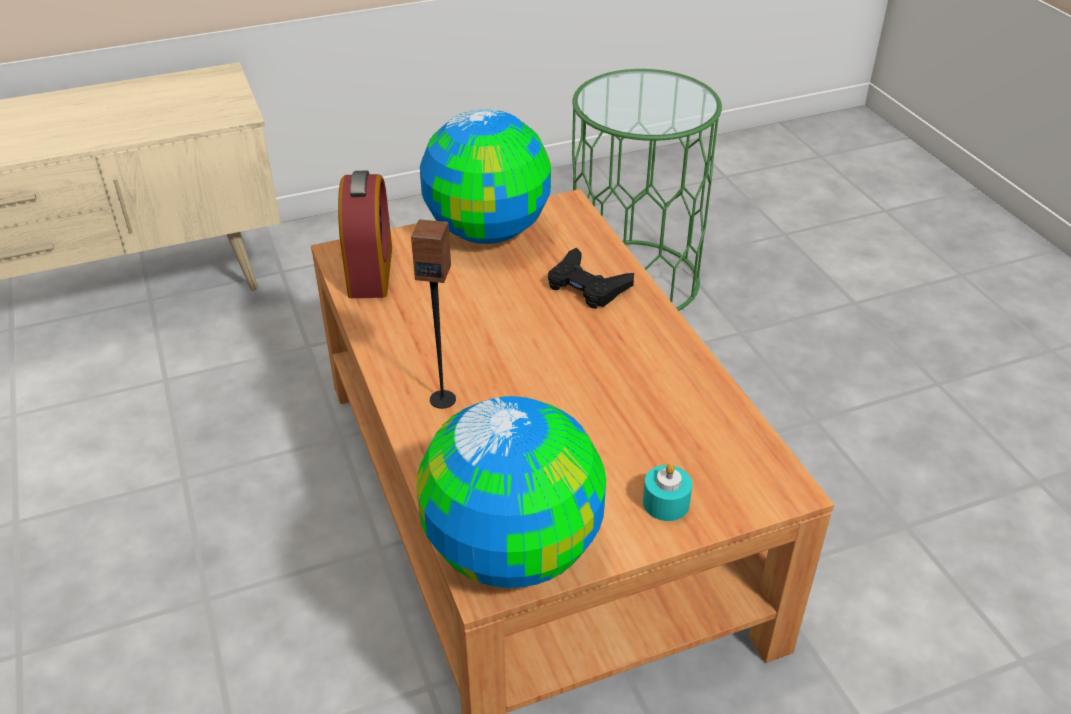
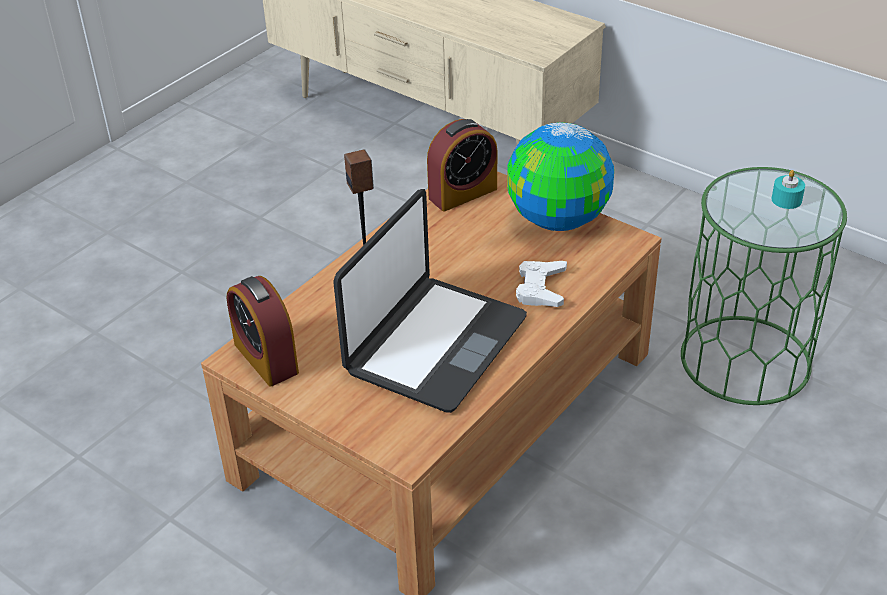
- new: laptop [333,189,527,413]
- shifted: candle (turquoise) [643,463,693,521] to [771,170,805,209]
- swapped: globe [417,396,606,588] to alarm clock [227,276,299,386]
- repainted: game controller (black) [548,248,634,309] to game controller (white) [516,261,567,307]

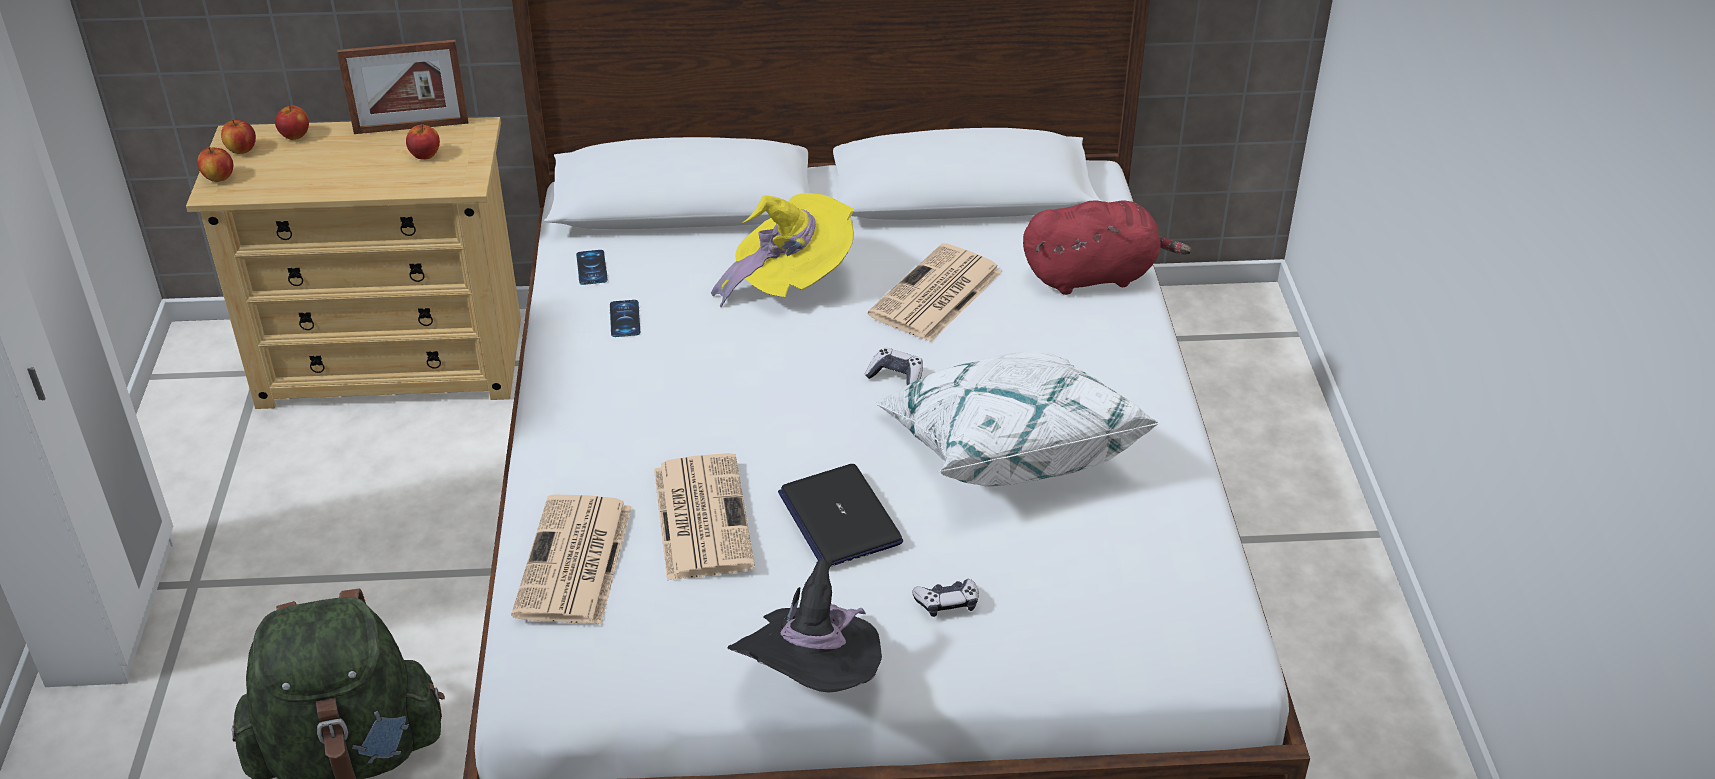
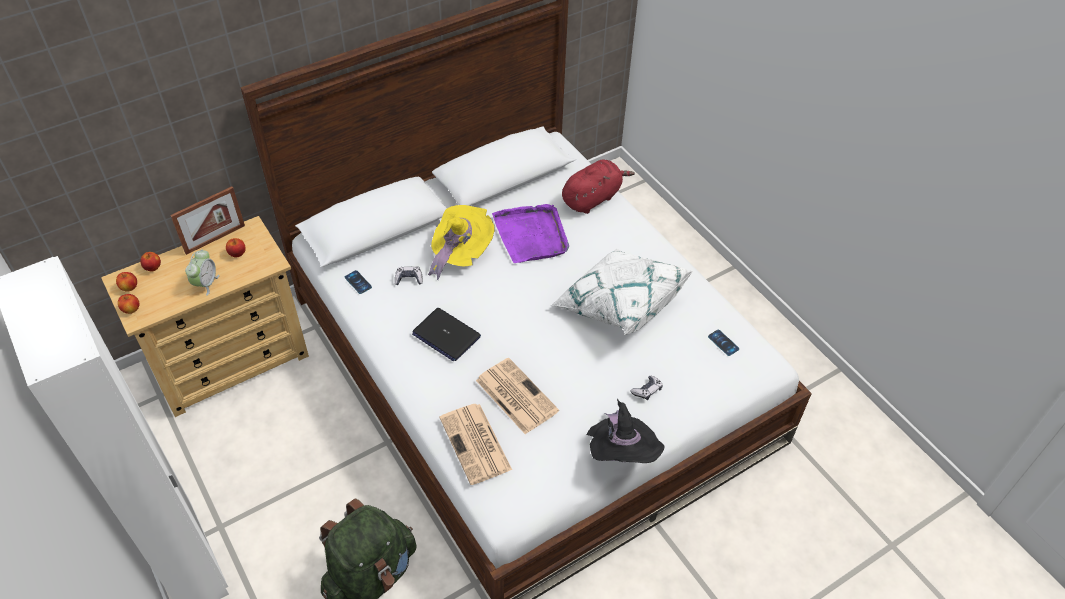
- new: alarm clock [185,250,220,296]
- shifted: phone [610,300,640,337] to [708,330,739,356]
- shifted: laptop [778,464,903,567] to [412,308,481,362]
- shifted: game controller [864,348,923,385] to [395,266,423,285]
- swapped: newspaper [868,243,1002,342] to tray (purple) [492,204,569,263]

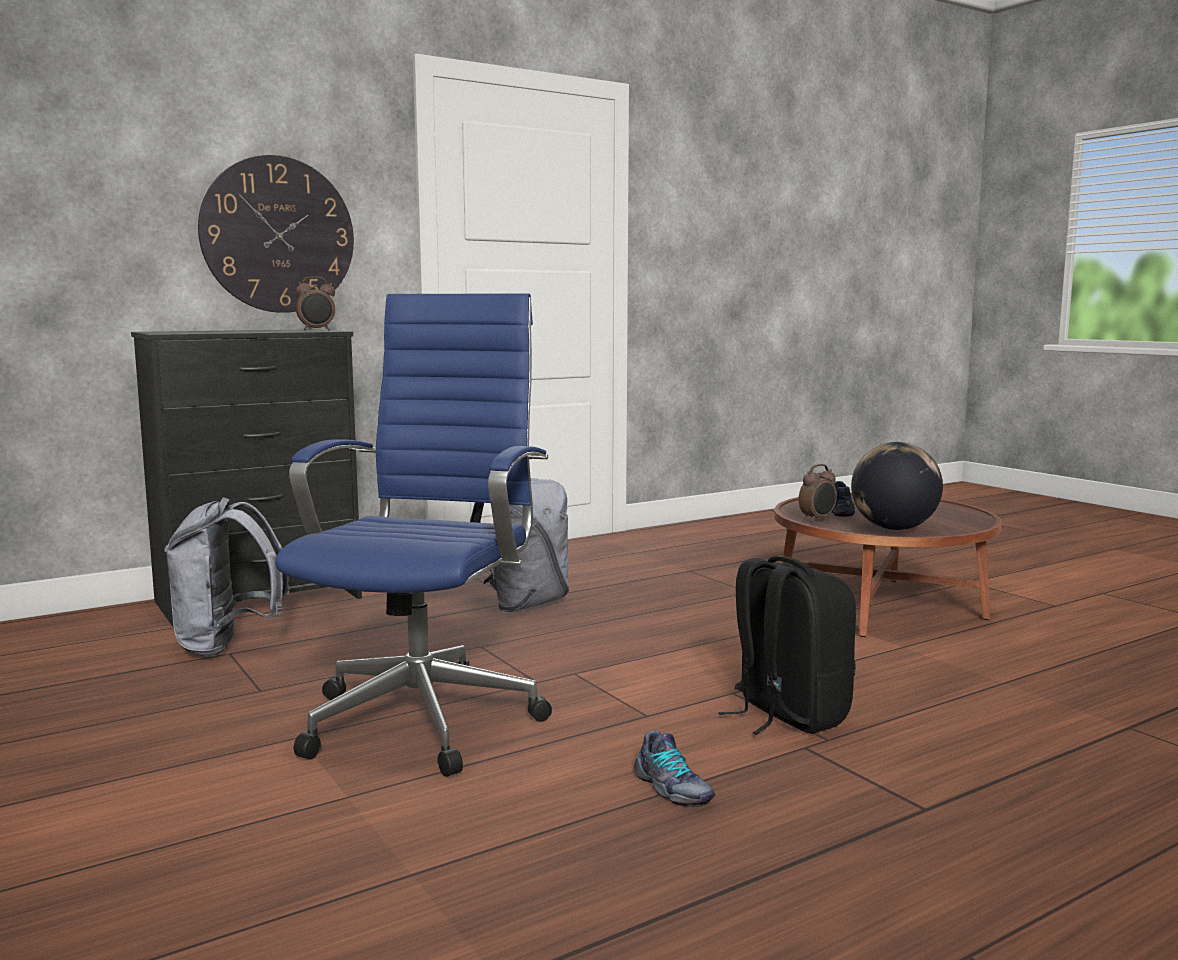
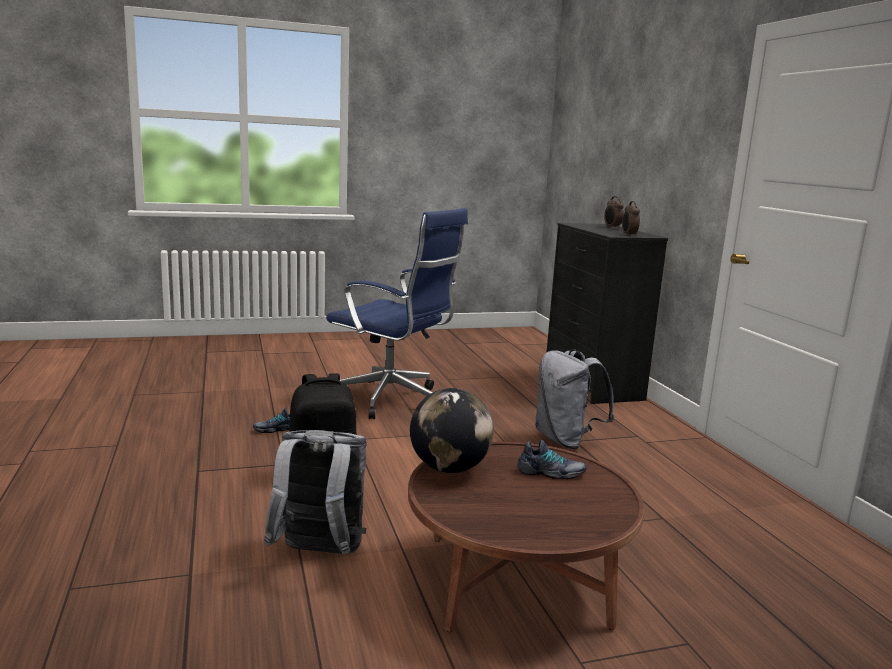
- gone: wall clock [198,155,354,313]
- shifted: backpack (grey) [164,497,290,657] to [264,430,367,554]
- shifted: alarm clock [798,464,837,522] to [604,196,624,229]

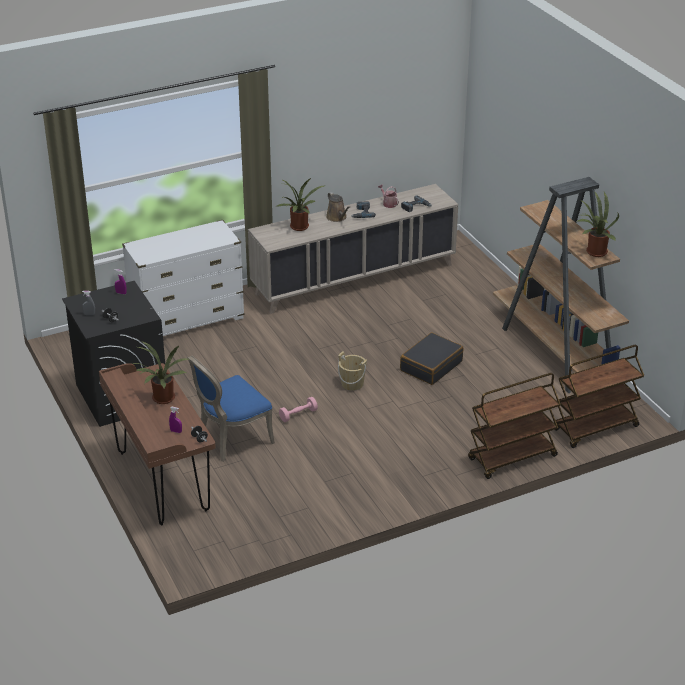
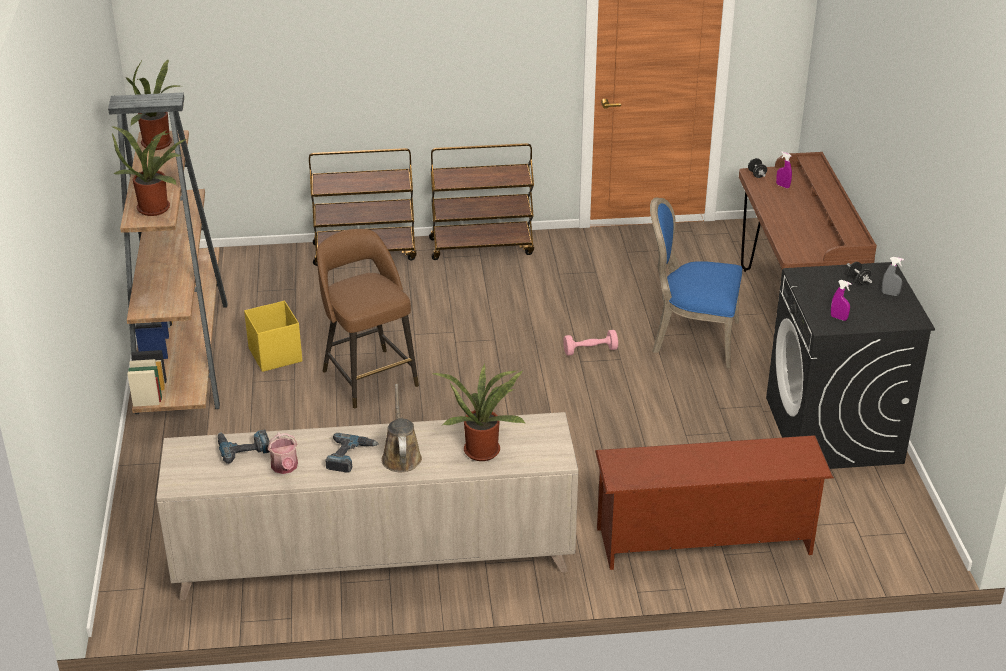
- gone: bucket (beige) [338,352,367,391]
- new: storage box (yellow) [244,301,302,372]
- shifted: potted plant [133,342,189,404] to [111,126,187,216]
- shifted: cart (brown) [554,345,644,448] to [429,143,534,260]
- swapped: dresser (white) [122,220,245,336] to shoe rack (brown) [595,435,834,570]
- swapped: suitcase (black) [400,333,463,385] to stool (brown) [317,229,419,409]
- rotated: chair (blue) [187,356,275,462] = [650,198,742,369] 150 degrees counterclockwise

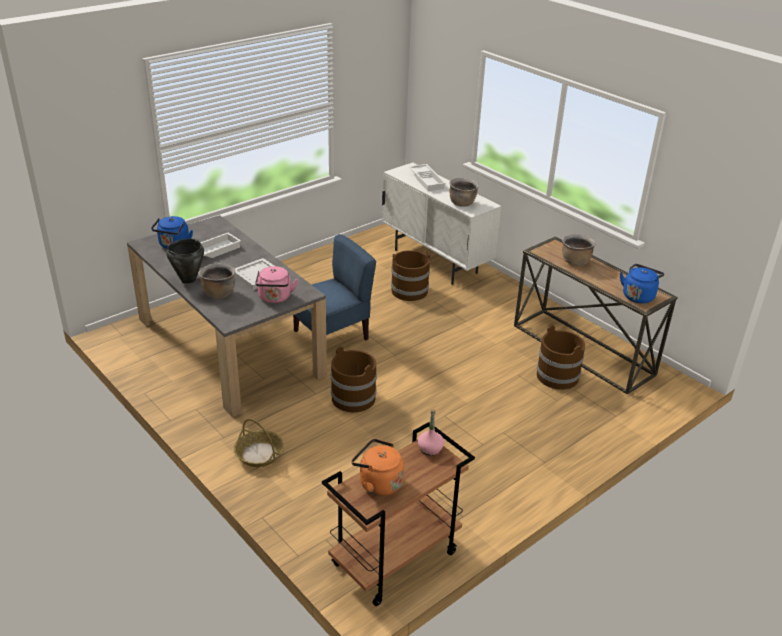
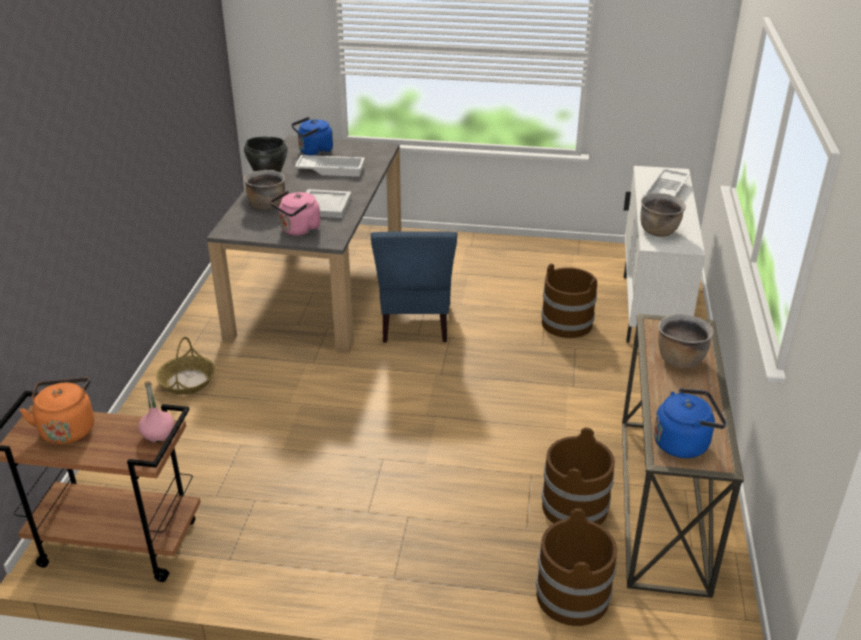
- shifted: bucket (brown) [331,346,377,412] to [536,508,617,626]
- rotated: chair (blue) [293,234,376,340] = [371,231,457,343] 75 degrees clockwise

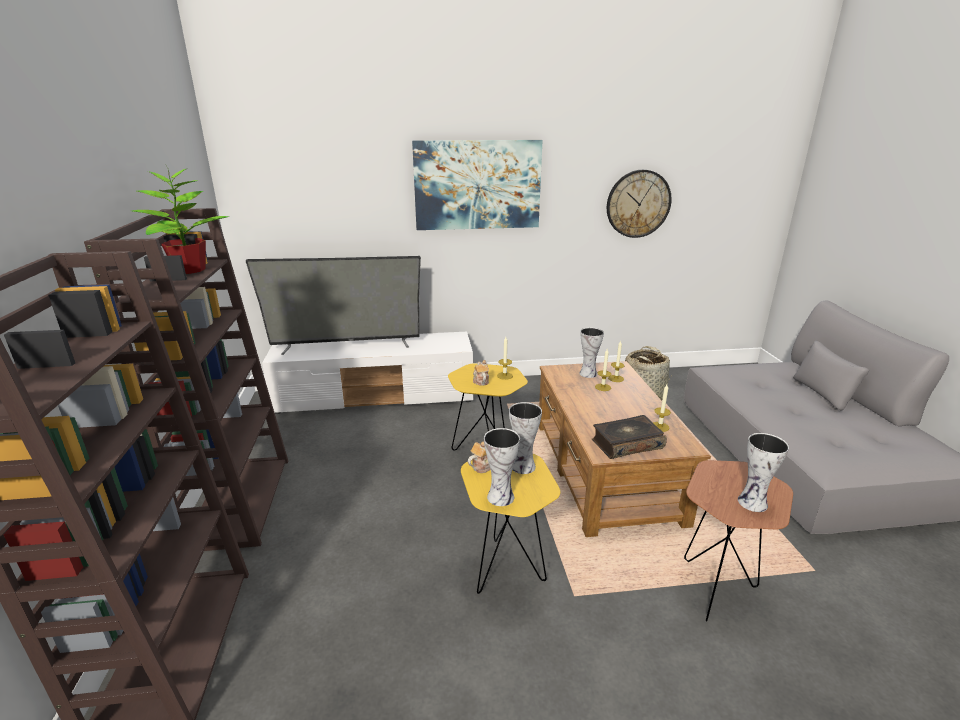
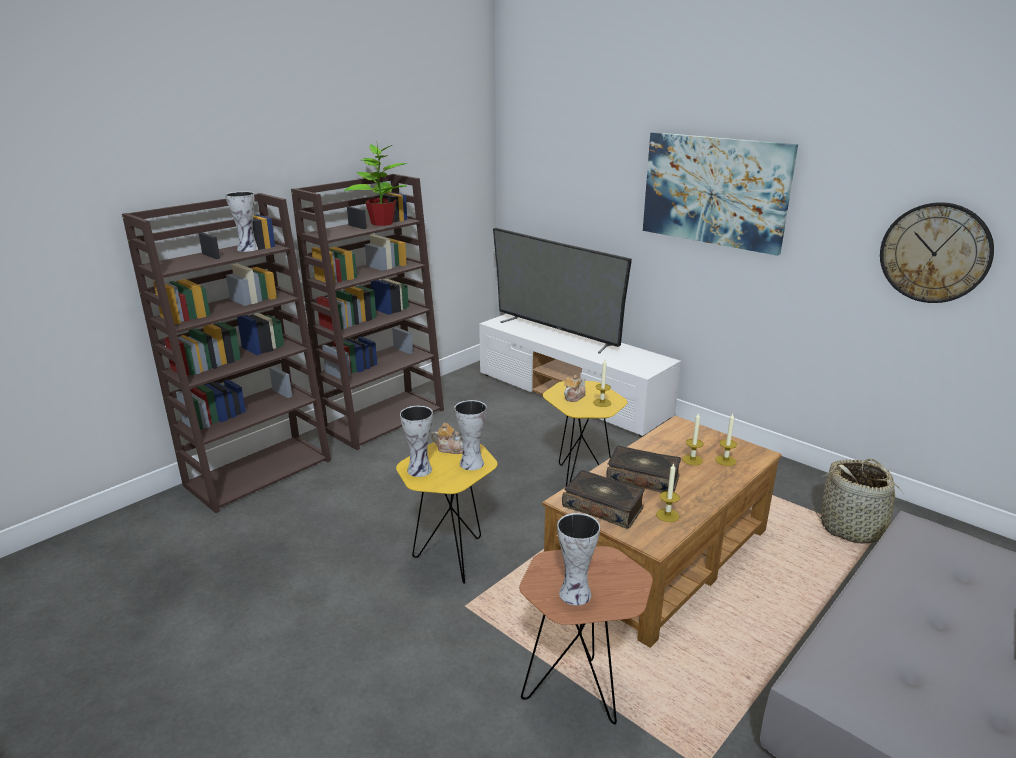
- new: book [606,445,681,493]
- shifted: vase [579,328,604,378] to [225,191,258,252]

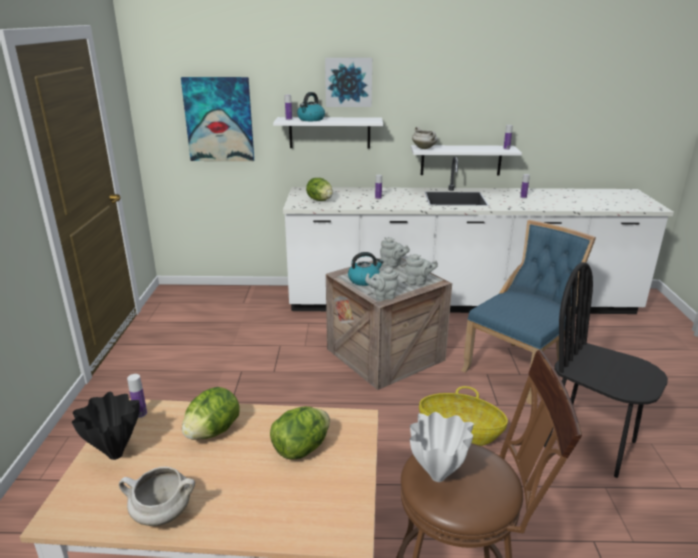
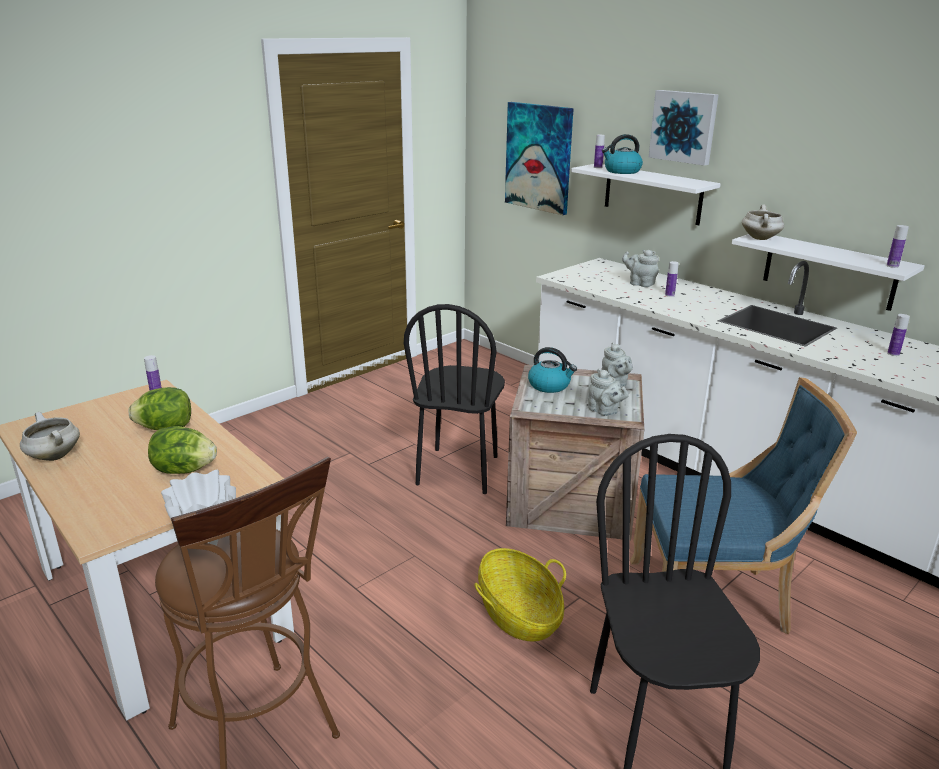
- gone: vase (black) [72,392,140,460]
- gone: lettuce [306,178,333,201]
- new: chair (black) [404,304,505,494]
- shifted: teapot (grey) [365,267,399,301] to [622,250,659,287]

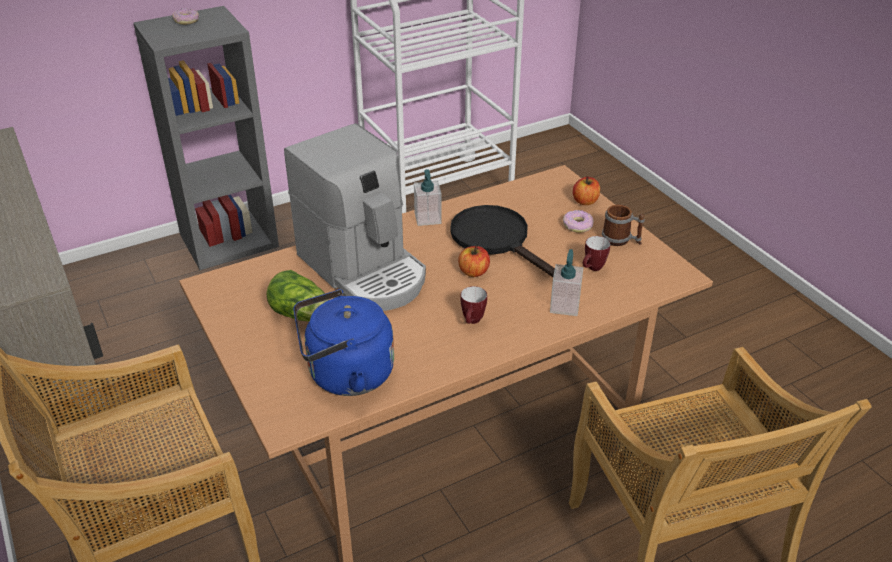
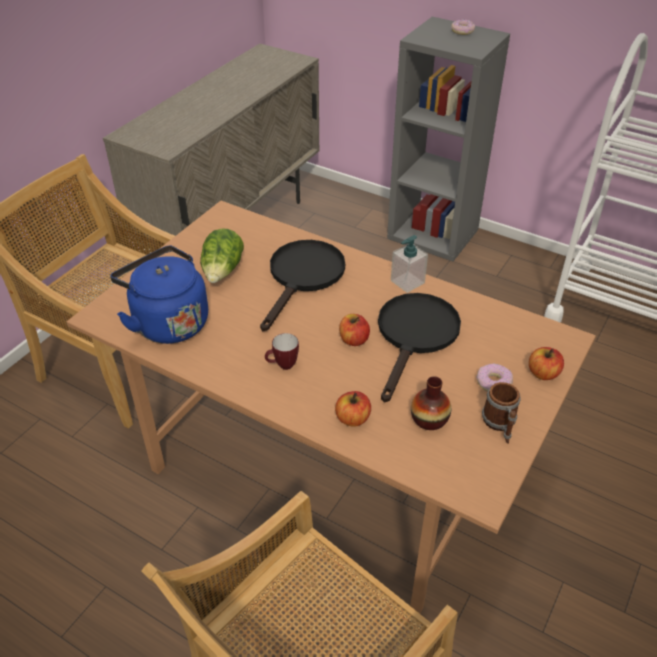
- swapped: coffee machine [284,123,426,311] to frying pan (black) [260,240,345,331]
- swapped: soap dispenser [550,249,583,316] to apple [335,391,371,427]
- swapped: mug [583,236,610,271] to vase [411,376,451,430]

